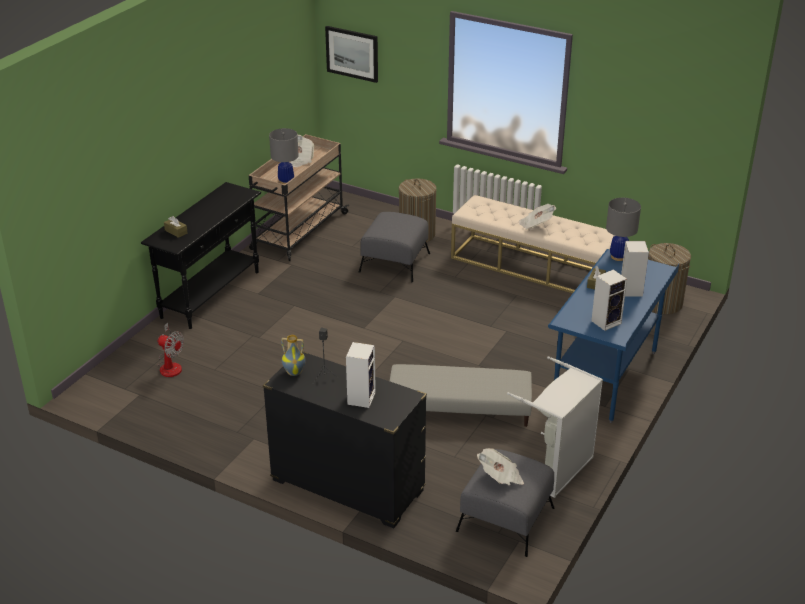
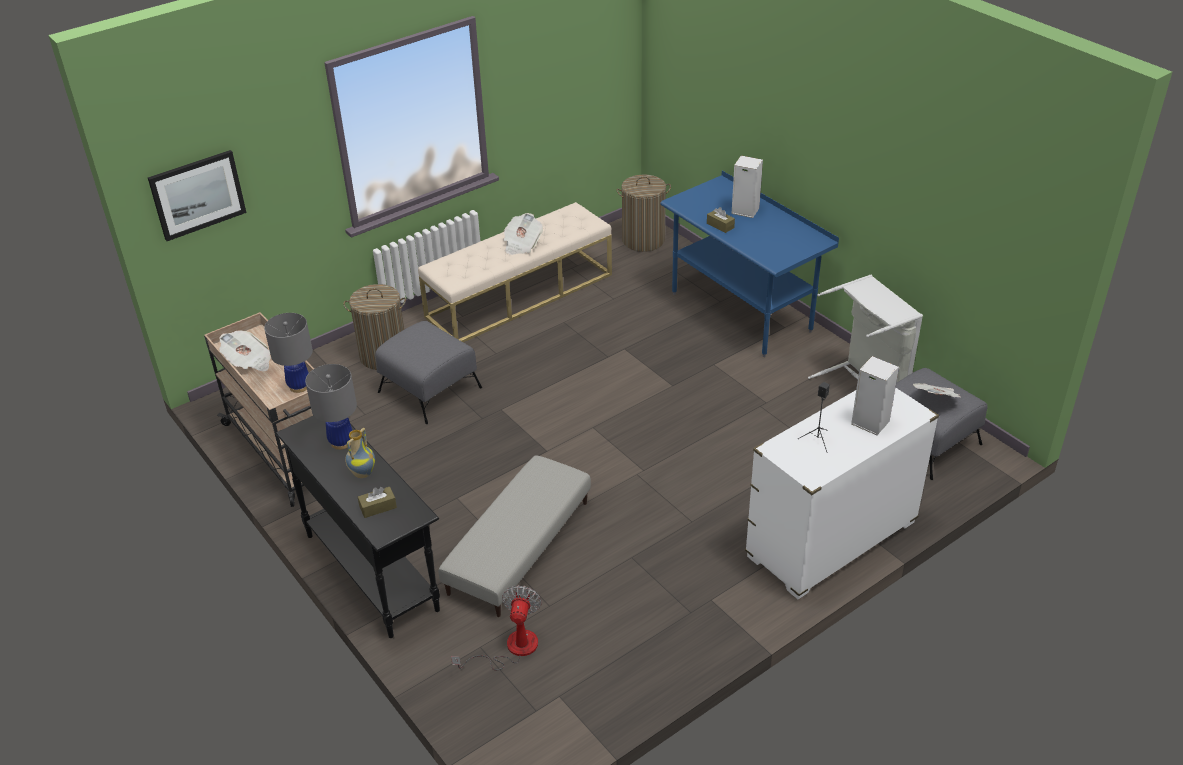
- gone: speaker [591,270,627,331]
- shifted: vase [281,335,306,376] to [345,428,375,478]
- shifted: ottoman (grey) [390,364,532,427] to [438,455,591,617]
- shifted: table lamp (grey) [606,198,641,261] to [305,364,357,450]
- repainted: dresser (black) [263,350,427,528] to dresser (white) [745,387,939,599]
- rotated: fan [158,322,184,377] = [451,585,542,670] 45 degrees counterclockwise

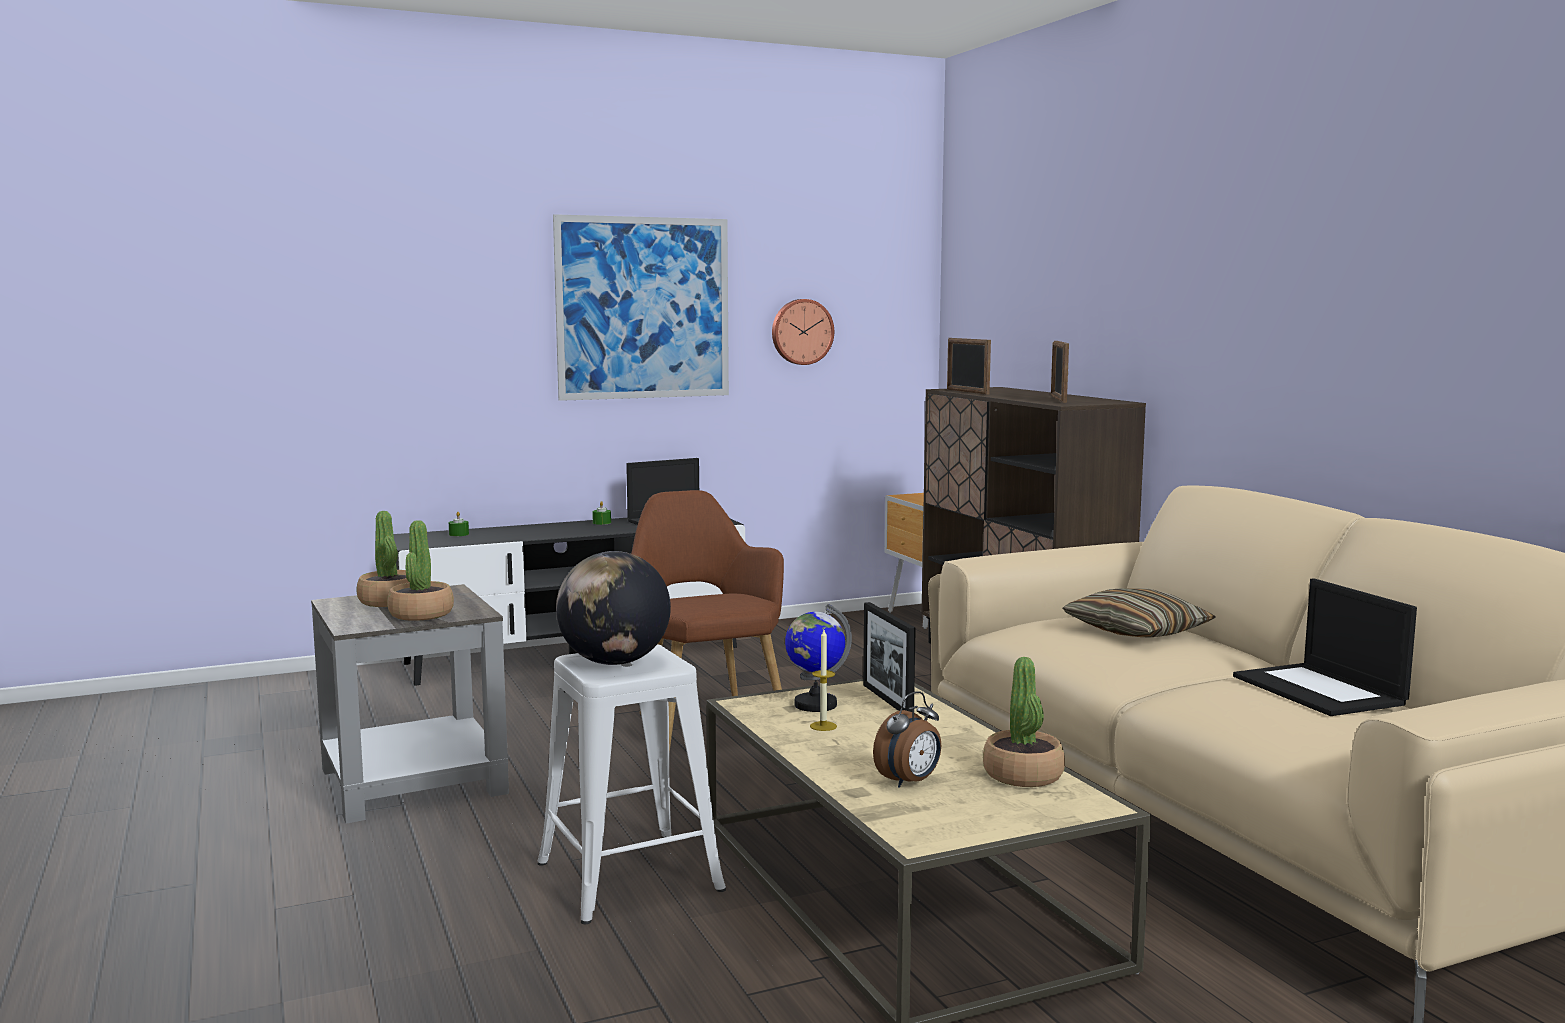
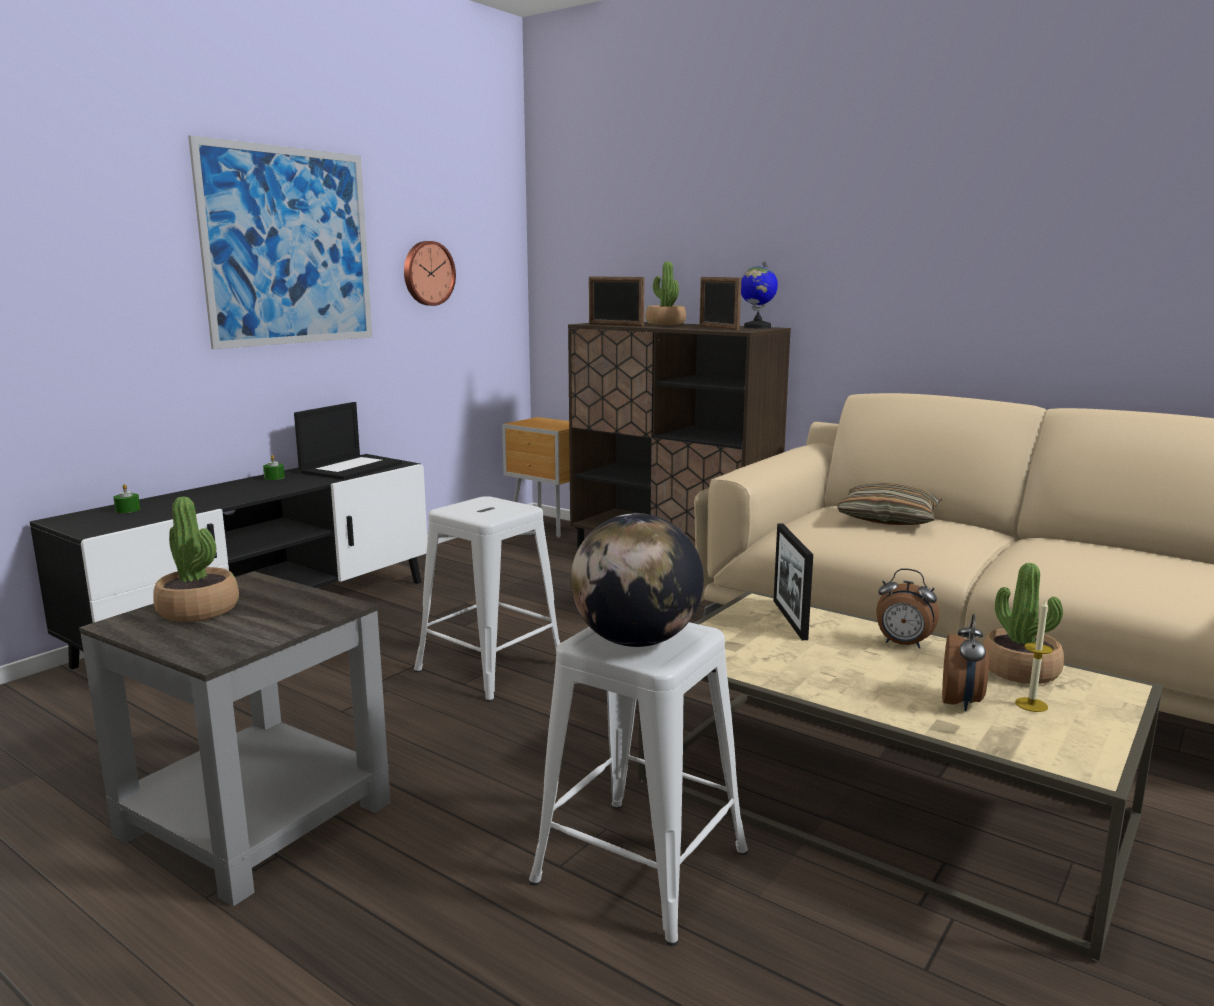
- gone: laptop [1233,578,1417,716]
- new: alarm clock [876,568,939,649]
- shifted: potted plant [387,520,454,621] to [645,261,686,325]
- shifted: globe [785,604,852,712] to [741,261,778,328]
- shifted: candle [810,630,837,731] to [1015,600,1053,712]
- swapped: armchair (brown) [631,490,784,752] to stool (white) [414,496,560,702]
- rotated: picture frame [863,602,916,712] = [773,523,813,640] 45 degrees clockwise

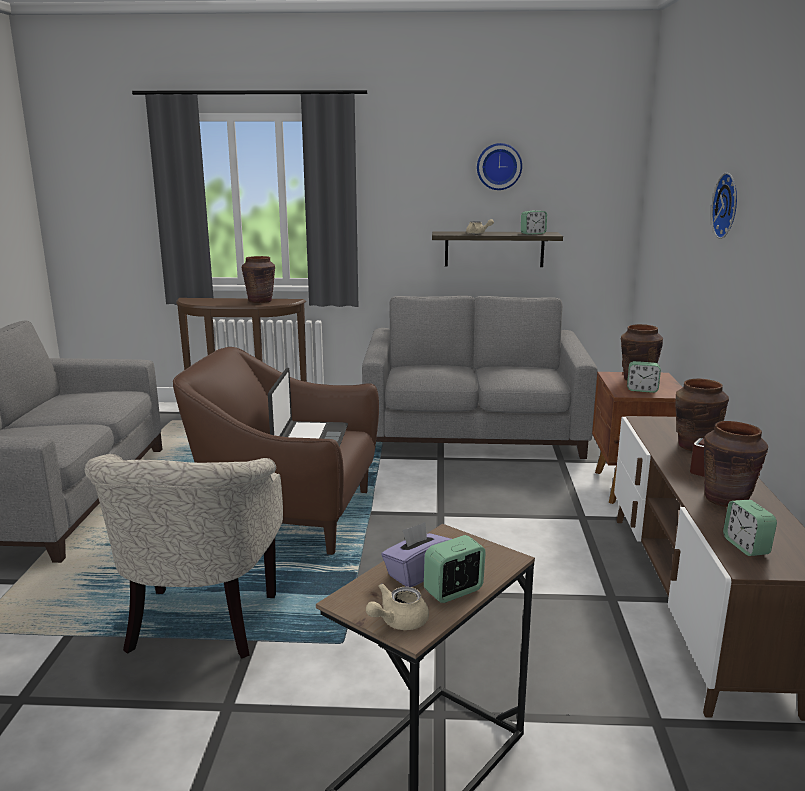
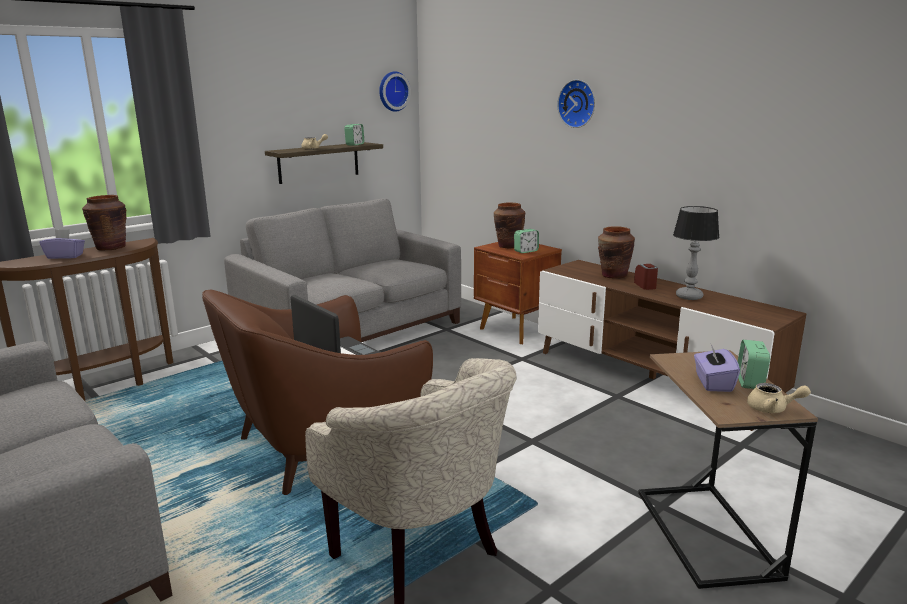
- gone: alarm clock [723,500,777,556]
- new: tissue box (purple) [39,229,85,259]
- shifted: wall clock [477,143,522,190] to [379,71,411,112]
- swapped: vase (brown) [704,421,768,507] to table lamp [673,206,720,300]
- rotated: teapot (beige) [366,583,429,630] = [747,383,811,413] 75 degrees counterclockwise

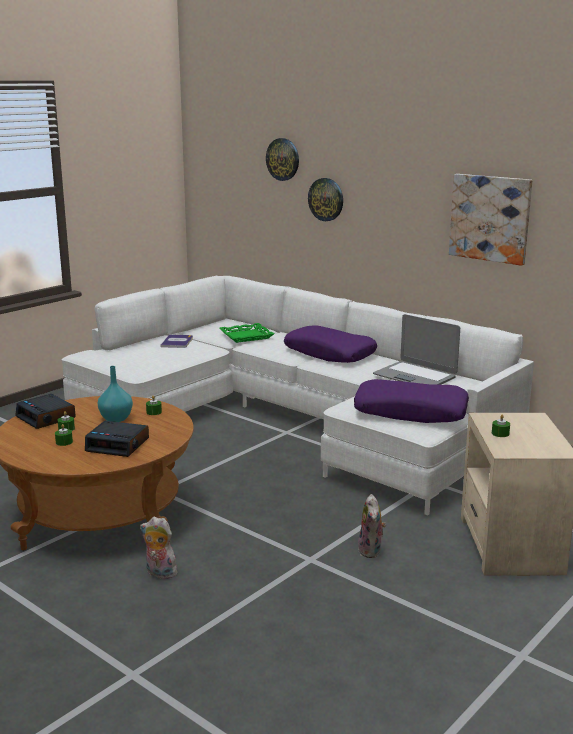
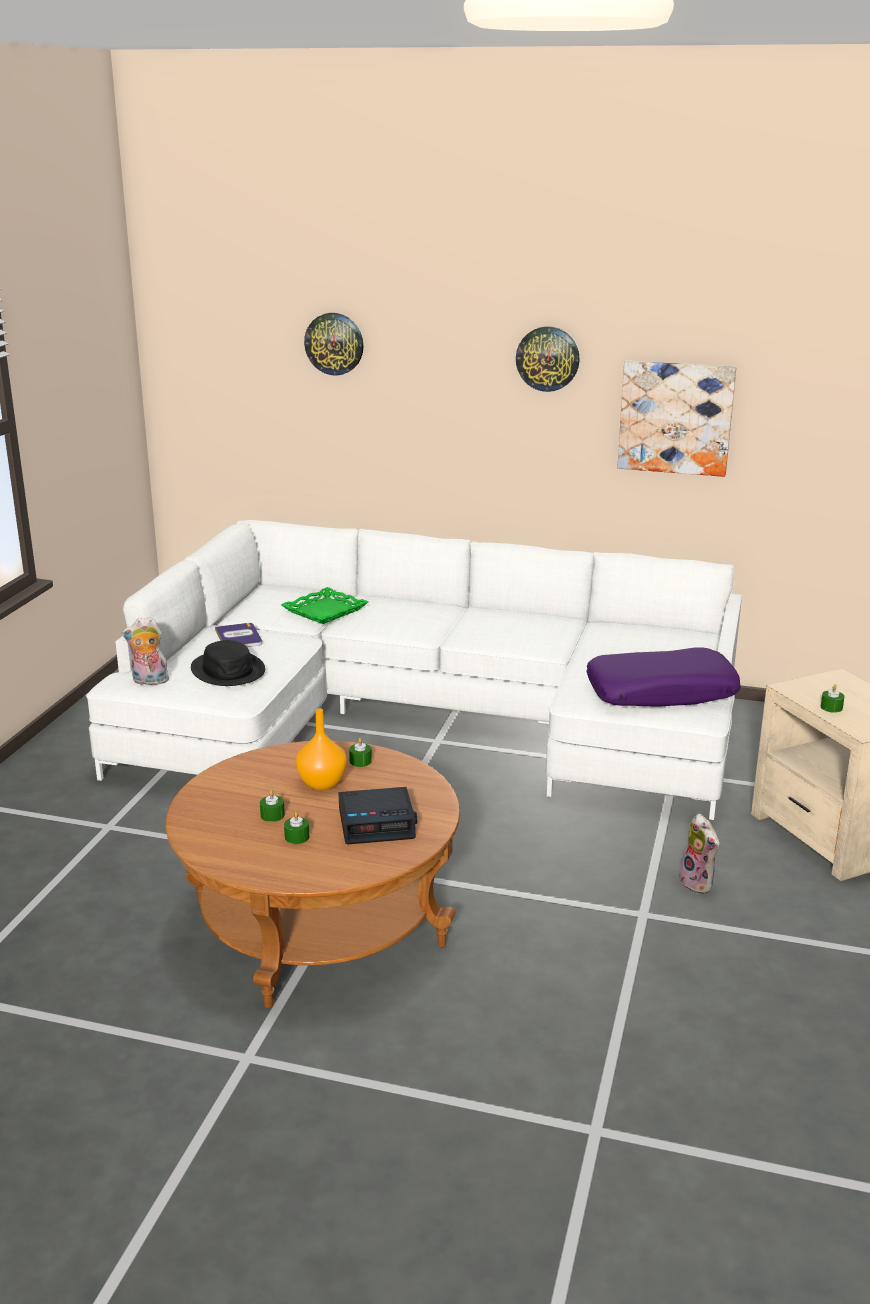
- gone: alarm clock [15,394,76,429]
- gone: pillow (purple) [284,325,377,363]
- gone: laptop [373,314,460,385]
- new: hat (black) [191,640,265,686]
- shifted: plush toy [140,517,179,579] to [122,617,169,685]
- shifted: wall clock [308,178,343,221] to [516,326,580,392]
- repainted: vase (turquoise) [98,366,133,422] to vase (orange) [296,709,347,790]

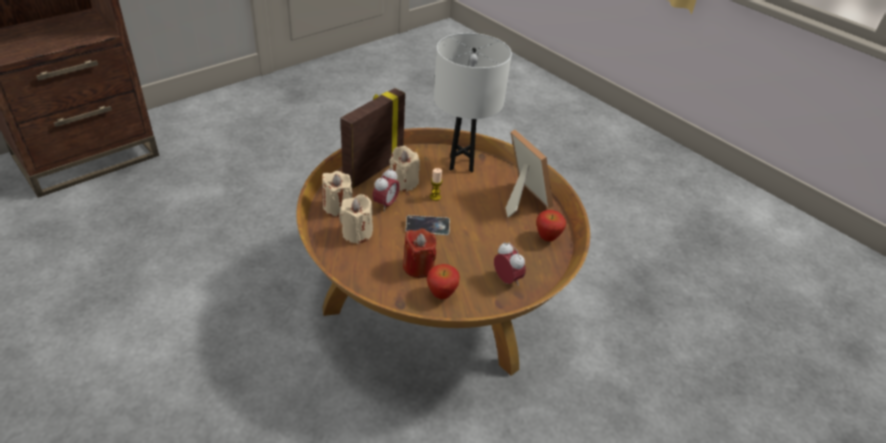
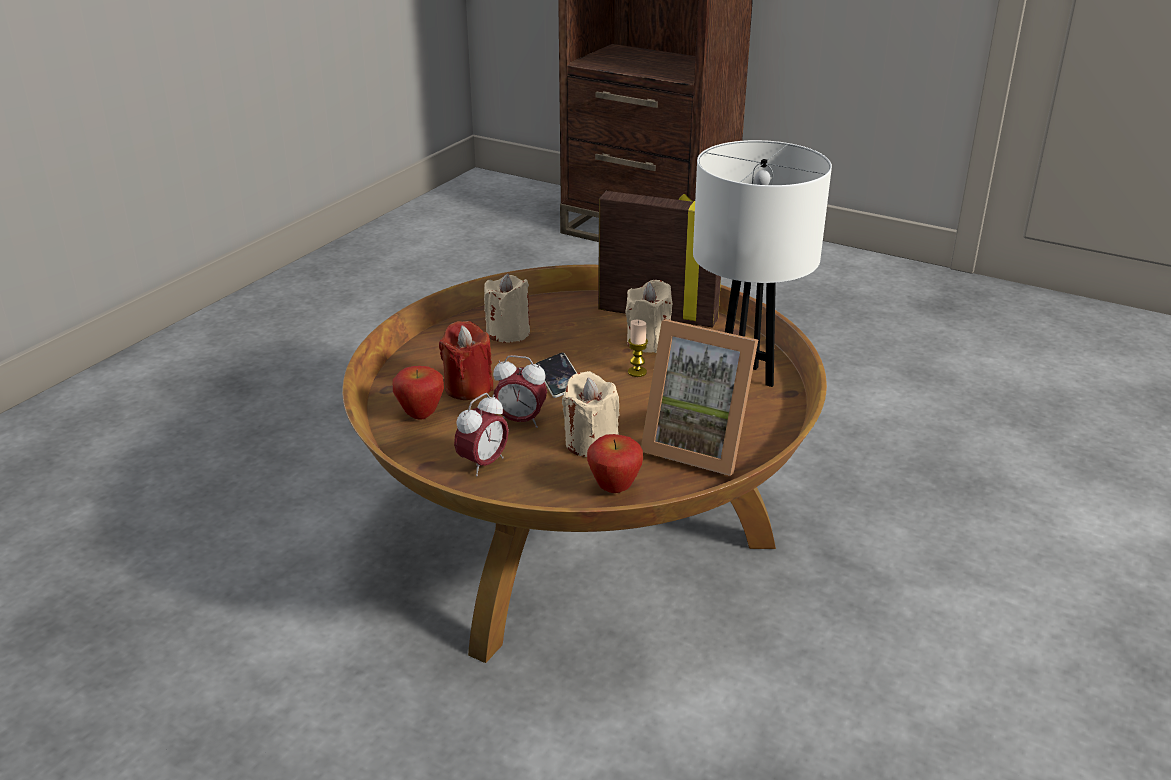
- shifted: candle (beige) [322,171,353,216] to [562,371,619,457]
- shifted: alarm clock [373,168,400,212] to [493,355,547,428]
- rotated: picture frame [506,129,553,218] = [641,319,758,476] 75 degrees clockwise

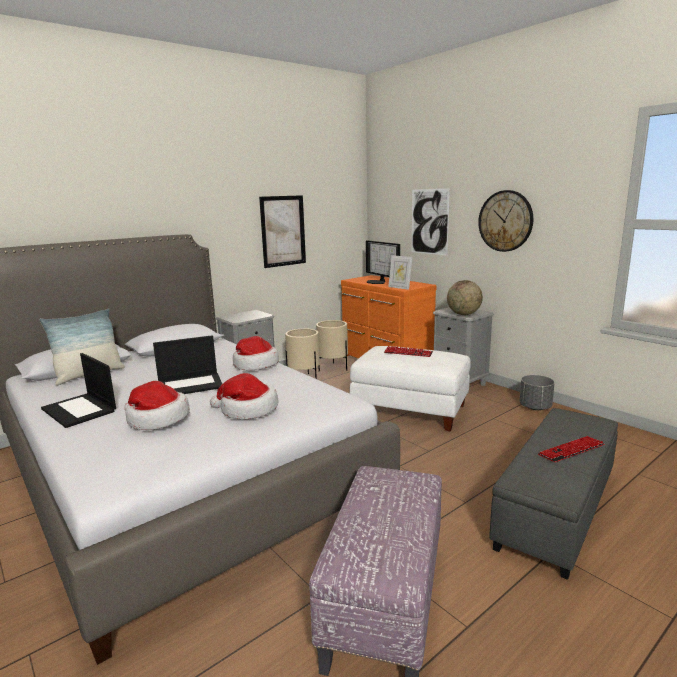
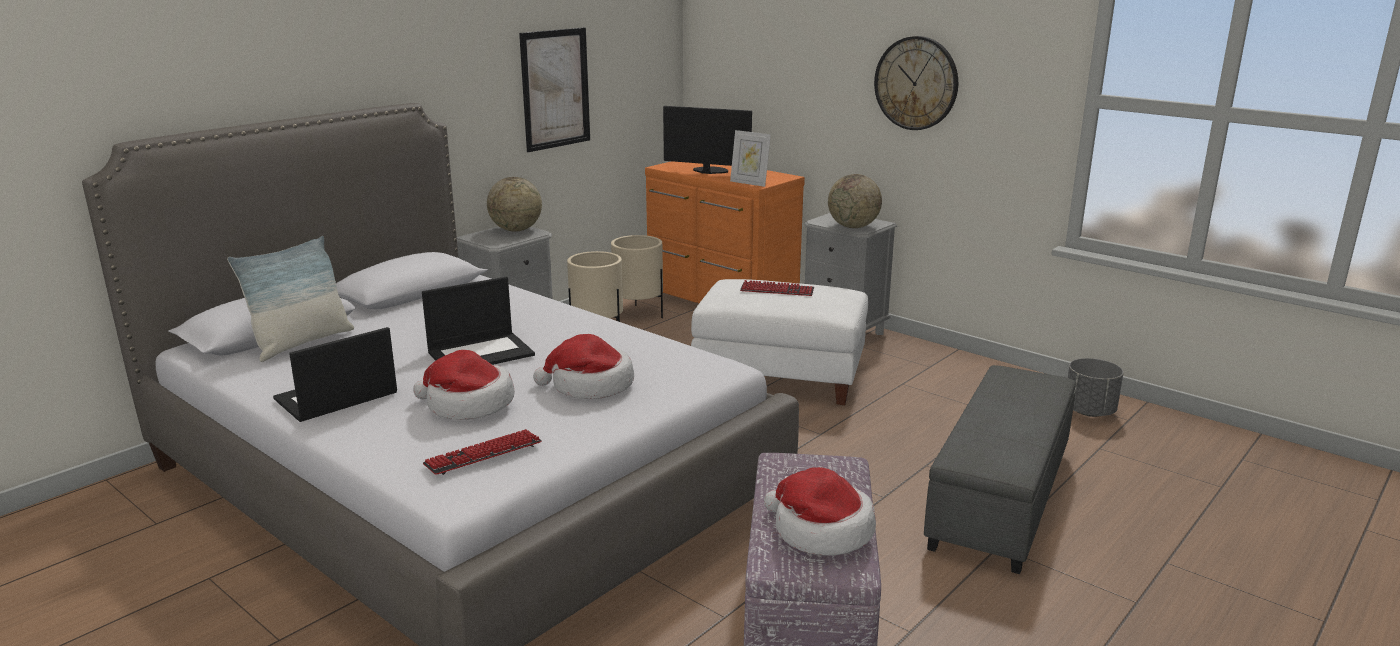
- gone: picture [412,188,450,256]
- new: globe [487,177,542,231]
- shifted: hat [233,336,279,370] to [764,467,876,556]
- shifted: planter (grey) [519,375,555,410] to [1067,358,1124,417]
- shifted: keyboard [538,436,604,462] to [423,429,542,475]
- rotated: laptop [41,353,116,428] = [273,327,397,422] 105 degrees clockwise
- rotated: monitor [366,240,400,284] = [663,106,752,174] 150 degrees clockwise

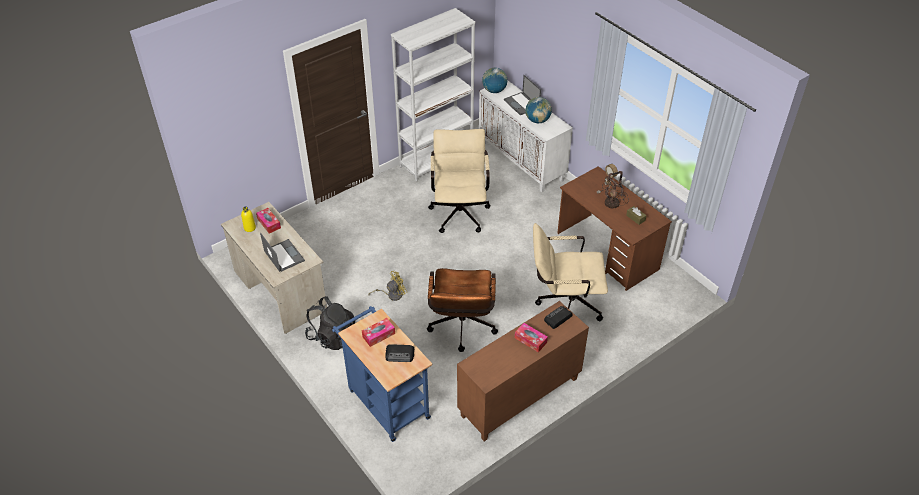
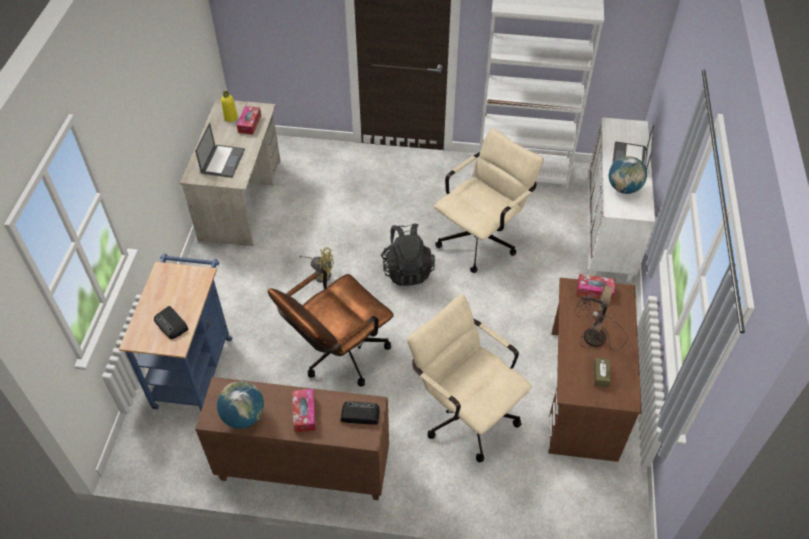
- shifted: backpack (black) [305,296,355,350] to [381,223,435,286]
- shifted: tissue box [362,318,395,347] to [577,274,615,301]
- shifted: globe [482,68,508,93] to [217,381,264,429]

